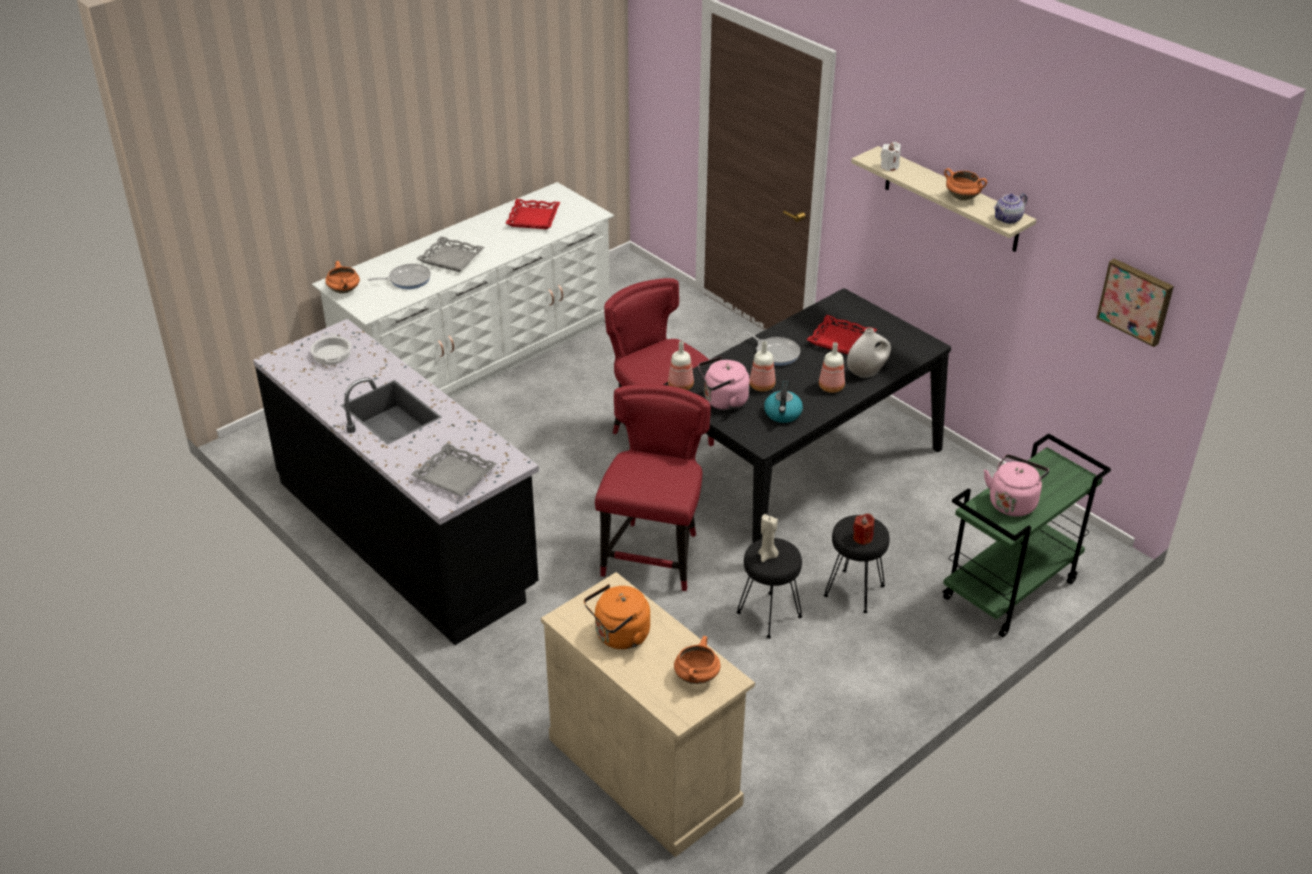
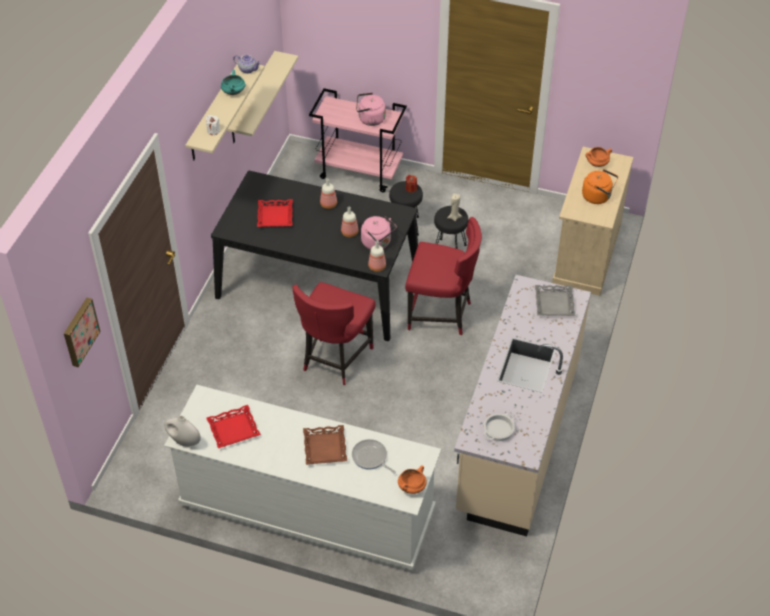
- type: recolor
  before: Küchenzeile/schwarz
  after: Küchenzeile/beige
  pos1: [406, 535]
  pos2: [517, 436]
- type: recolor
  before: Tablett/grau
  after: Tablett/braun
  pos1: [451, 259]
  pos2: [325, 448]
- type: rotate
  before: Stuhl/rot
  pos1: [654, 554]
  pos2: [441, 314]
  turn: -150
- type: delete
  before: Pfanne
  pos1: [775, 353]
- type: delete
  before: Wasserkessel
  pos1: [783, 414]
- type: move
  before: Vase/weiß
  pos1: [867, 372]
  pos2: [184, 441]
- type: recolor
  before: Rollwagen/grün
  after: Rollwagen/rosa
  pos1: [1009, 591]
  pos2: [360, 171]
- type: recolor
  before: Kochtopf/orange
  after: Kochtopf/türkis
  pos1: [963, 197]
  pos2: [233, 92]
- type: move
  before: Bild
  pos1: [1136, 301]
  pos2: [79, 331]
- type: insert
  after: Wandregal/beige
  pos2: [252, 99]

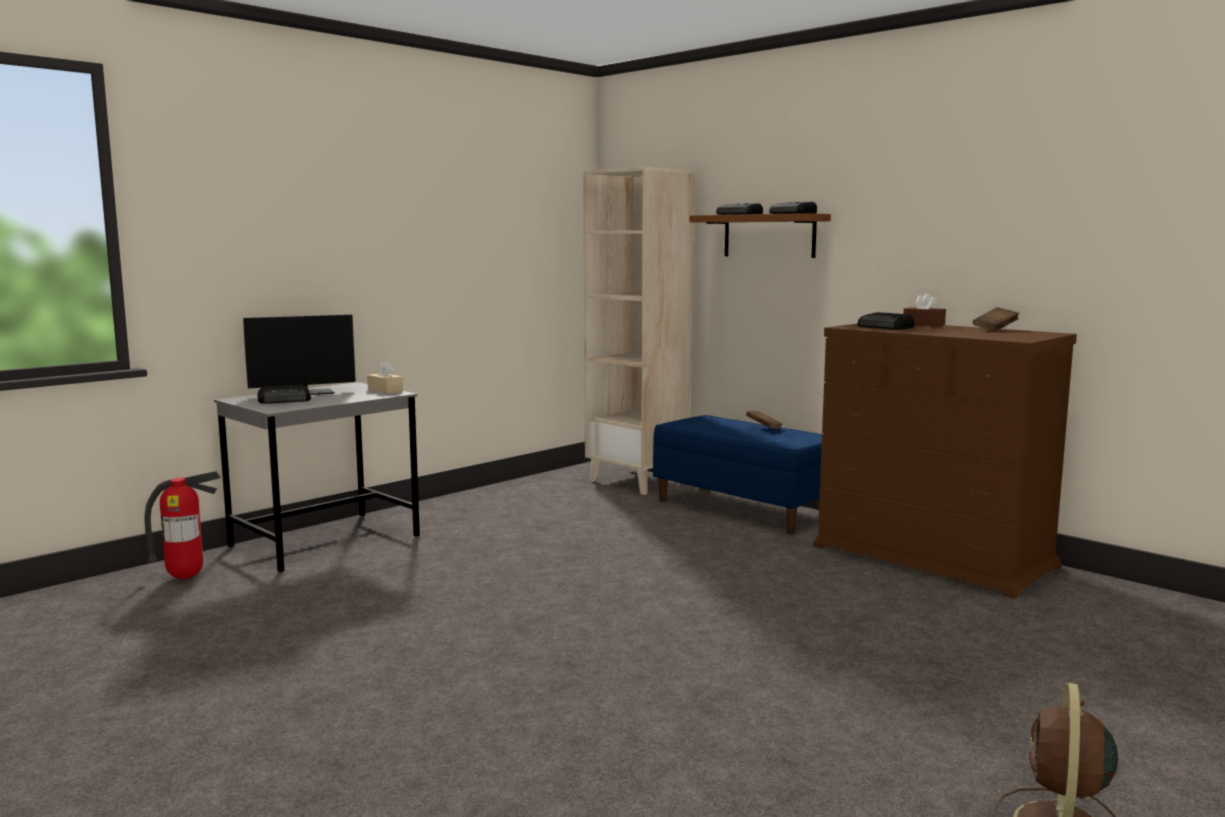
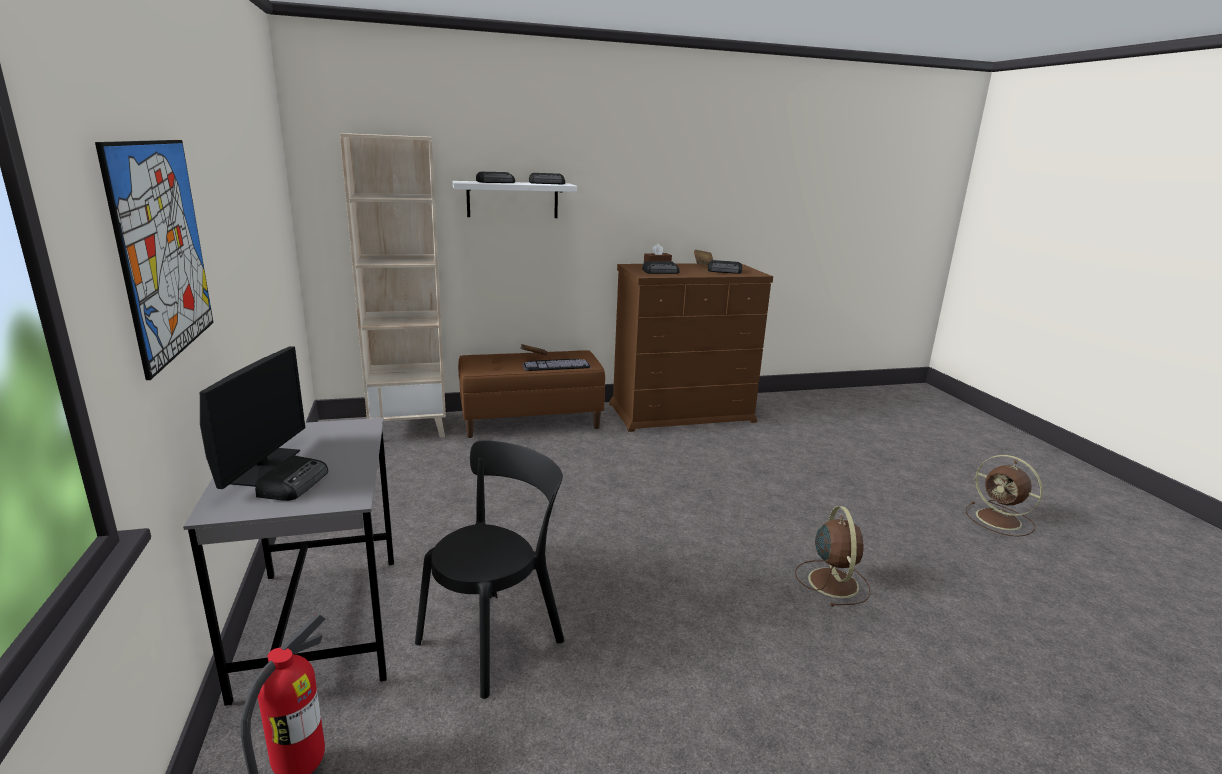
- type: delete
  before: Taschentuchbox/beige
  pos1: [385, 390]
- type: recolor
  before: Bank/blau
  after: Bank/braun
  pos1: [744, 509]
  pos2: [531, 421]
- type: recolor
  before: Wandregal/braun
  after: Wandregal/weiß
  pos1: [769, 236]
  pos2: [512, 200]
- type: insert
  after: Bild
  pos2: [163, 249]
- type: insert
  after: Stuhl/schwarz
  pos2: [495, 638]
- type: insert
  after: Tastatur
  pos2: [556, 365]
- type: insert
  after: Radio
  pos2: [725, 271]
- type: insert
  after: Ventilator/braun
  pos2: [832, 581]

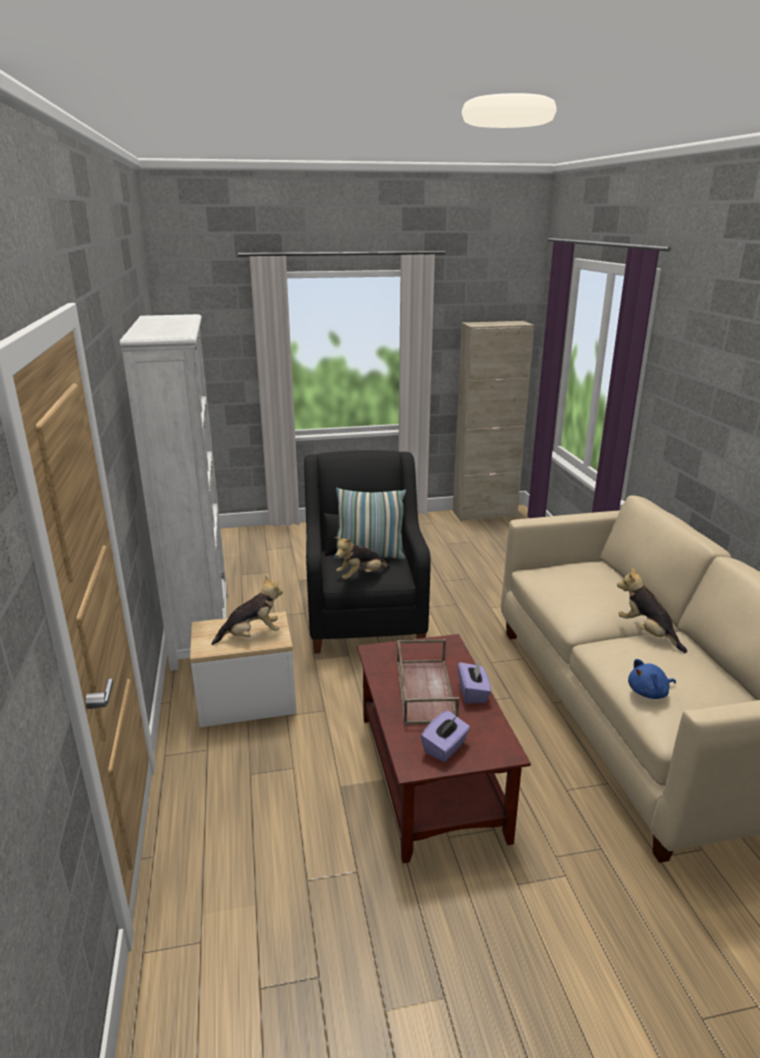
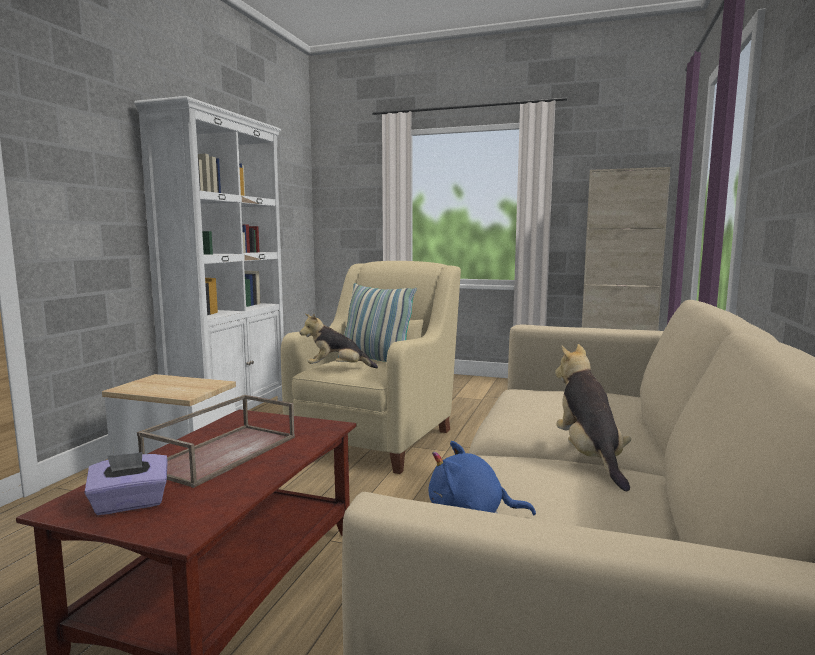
- type: delete
  before: Plüschtier
  pos1: [252, 635]
- type: recolor
  before: Sessel/schwarz
  after: Sessel/beige
  pos1: [365, 616]
  pos2: [377, 437]
- type: delete
  before: Taschentuchbox/lila
  pos1: [473, 693]

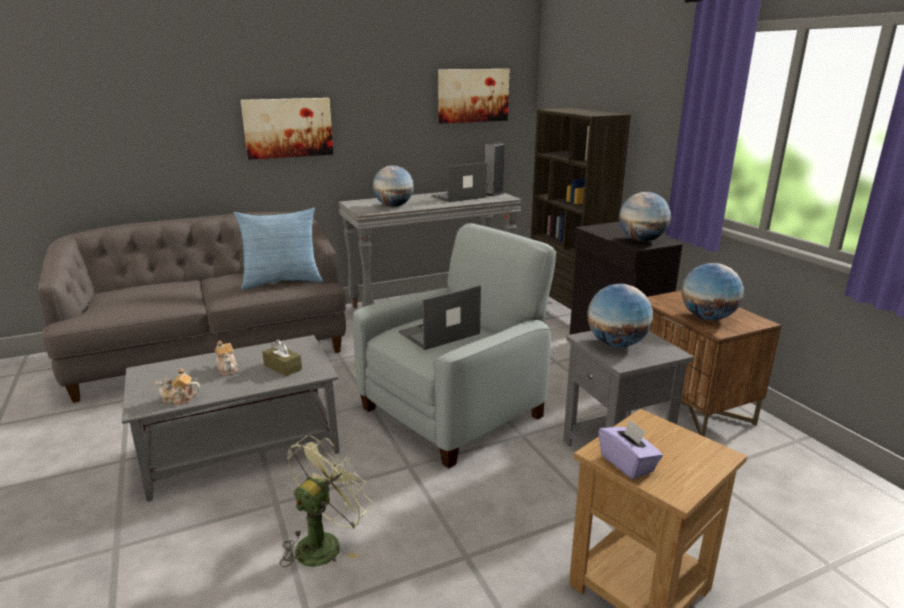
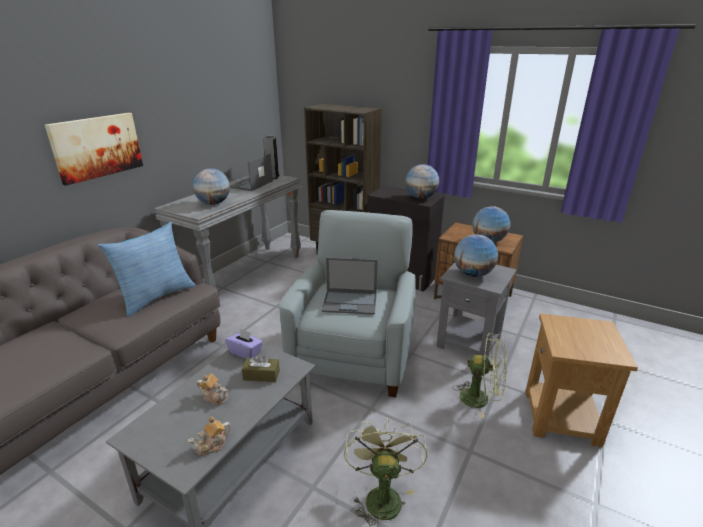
- type: rotate
  before: Laptop
  pos1: [438, 333]
  pos2: [350, 302]
  turn: -105
- type: delete
  before: Bild
  pos1: [473, 95]
- type: move
  before: Taschentuchbox/lila
  pos1: [627, 463]
  pos2: [245, 352]
- type: insert
  after: Ventilator/grün
  pos2: [481, 399]

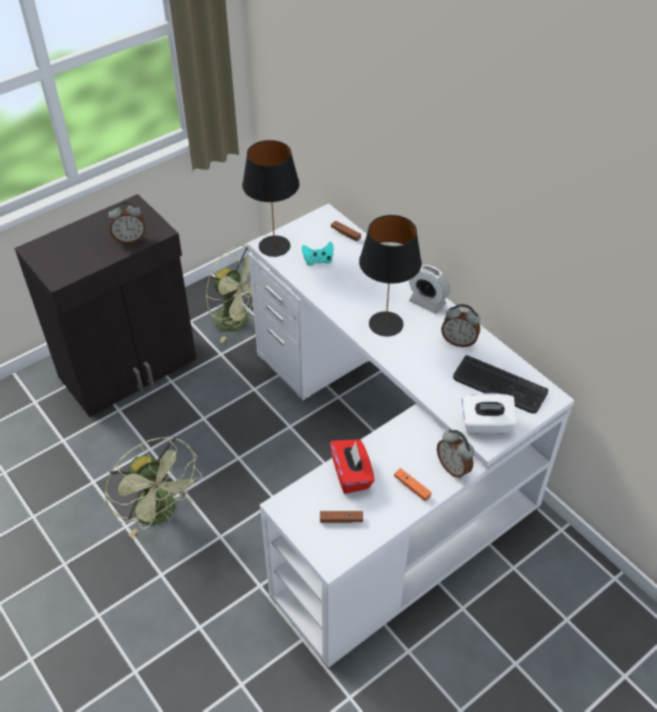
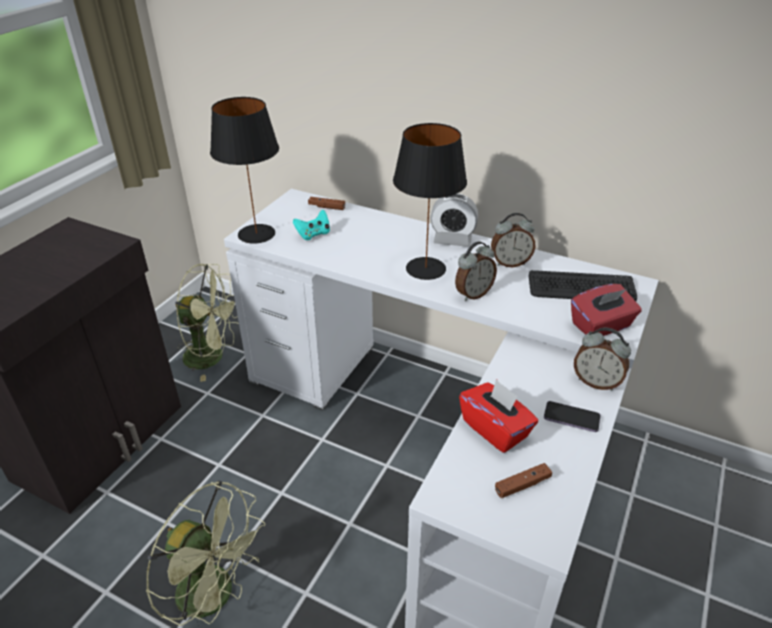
- type: move
  before: Wecker
  pos1: [130, 239]
  pos2: [473, 294]
- type: replace
  before: Gamepad/orange
  after: Handy
  pos1: [412, 487]
  pos2: [571, 418]
- type: recolor
  before: Taschentuchbox/weiß
  after: Taschentuchbox/rot
  pos1: [486, 425]
  pos2: [601, 326]

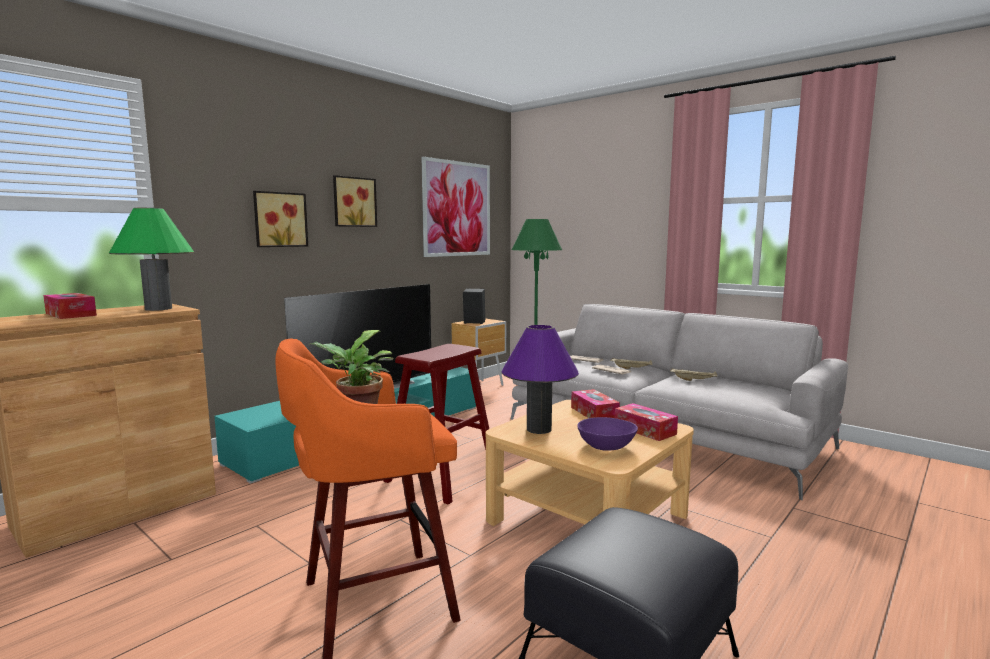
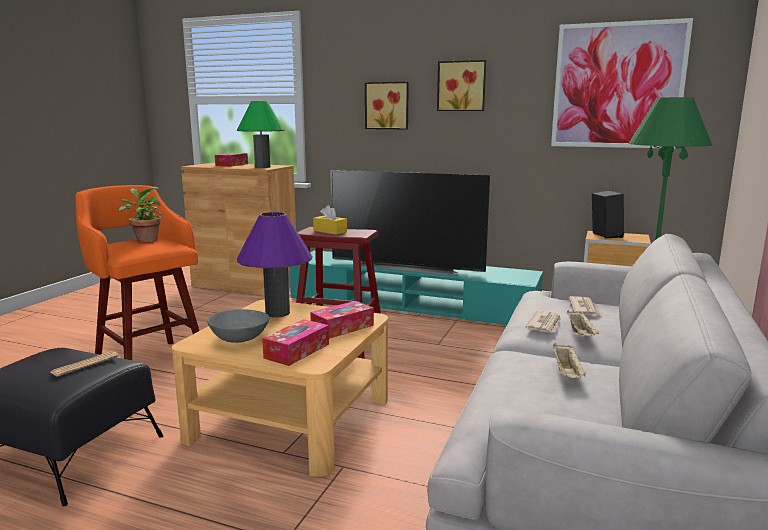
- type: recolor
  before: Schüssel/lila
  after: Schüssel/grau
  pos1: [607, 446]
  pos2: [239, 339]
- type: insert
  after: Zeitung
  pos2: [85, 364]
- type: insert
  after: Taschentuchbox/gelb
  pos2: [330, 231]

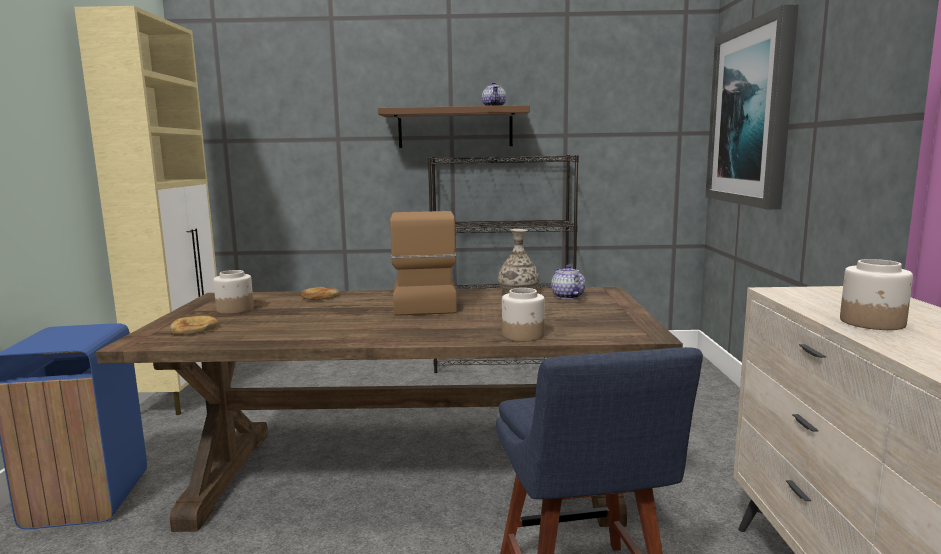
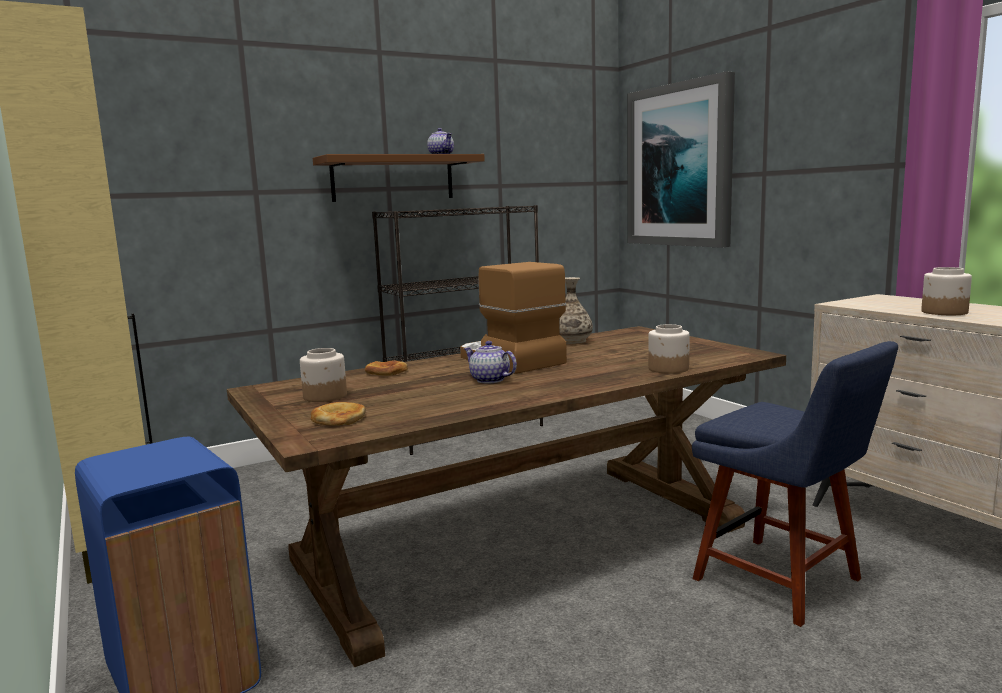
- type: move
  before: Teekanne
  pos1: [567, 296]
  pos2: [489, 380]

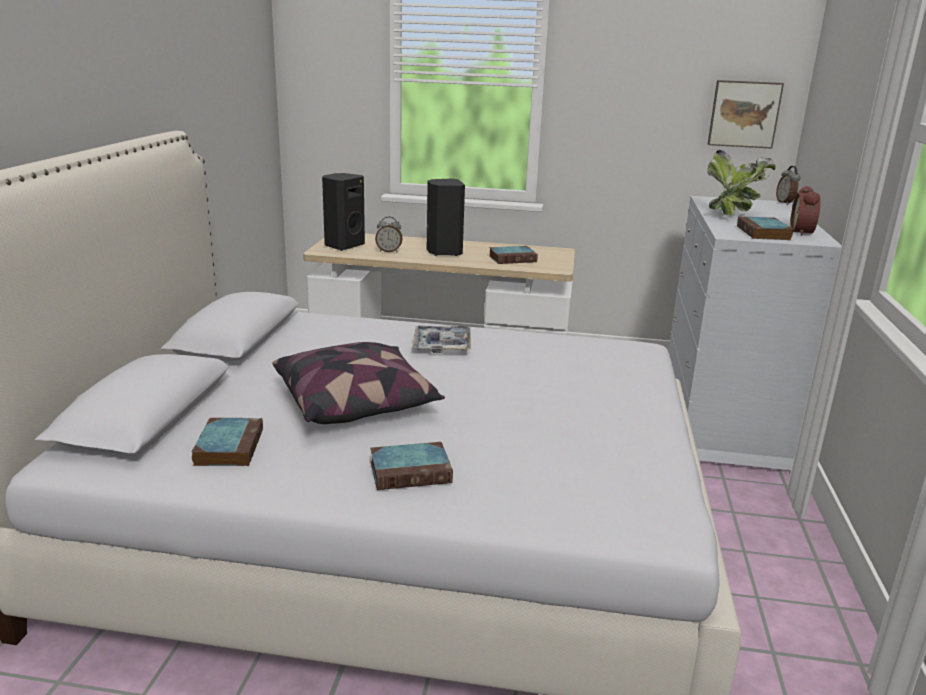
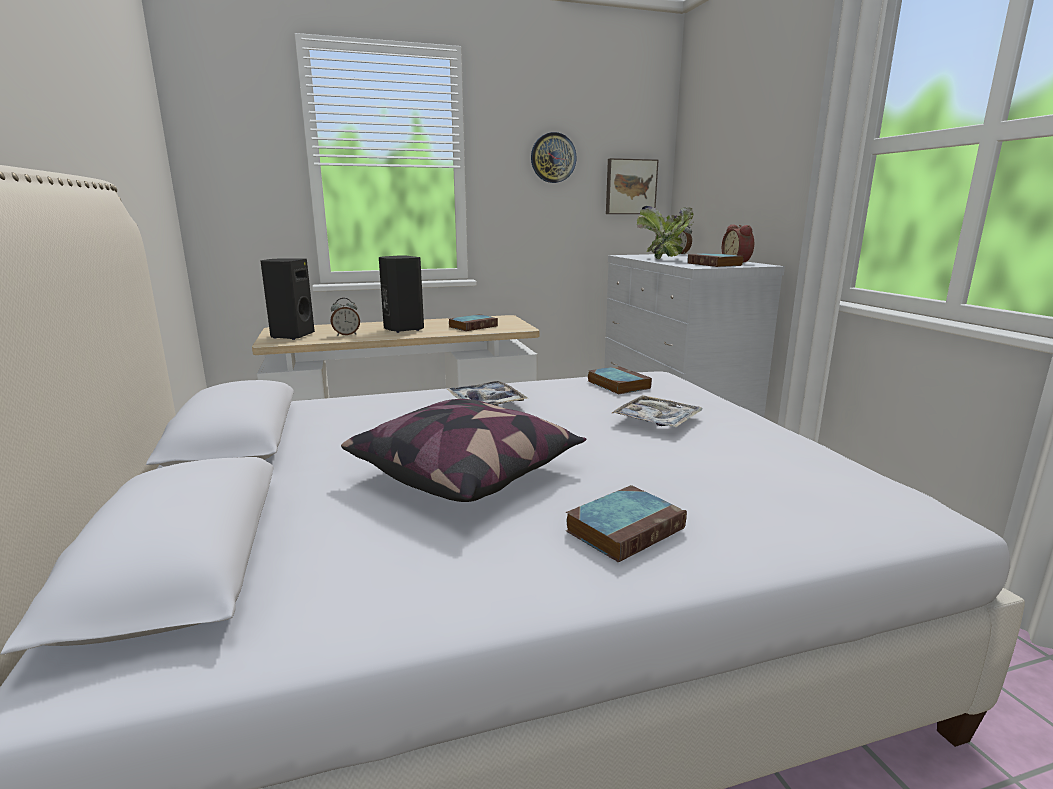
- type: move
  before: Buch
  pos1: [229, 446]
  pos2: [617, 384]
- type: insert
  after: Wanduhr
  pos2: [553, 158]
- type: insert
  after: Tablett
  pos2: [657, 420]

